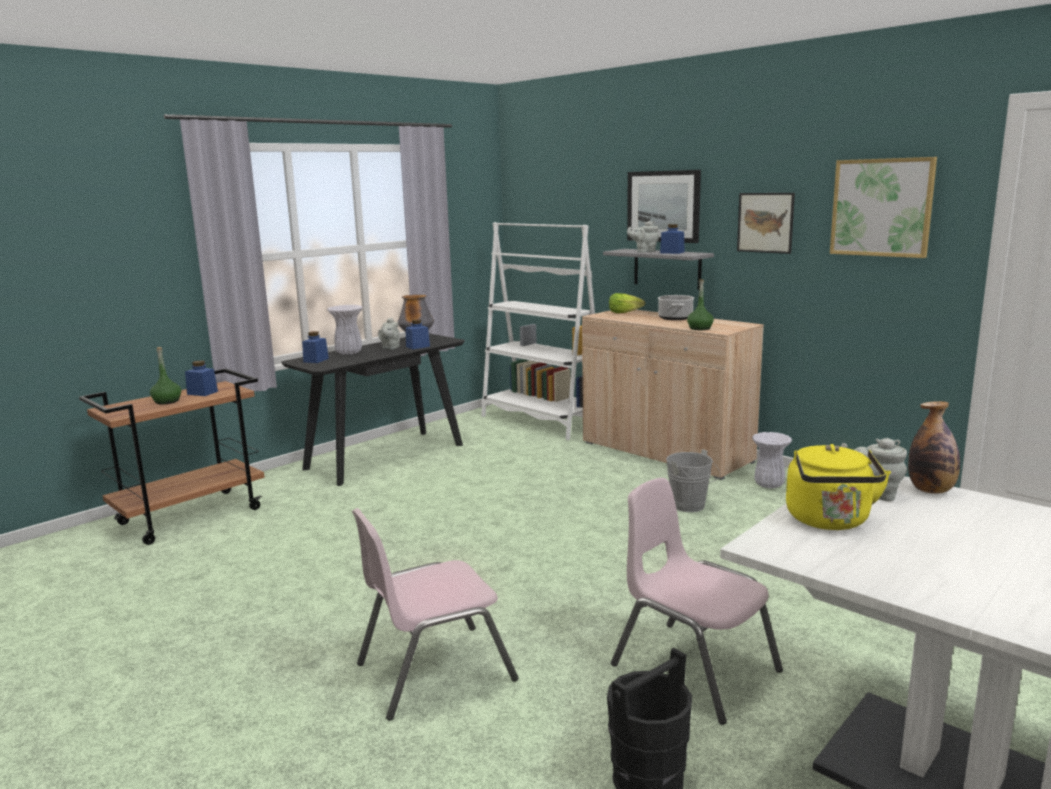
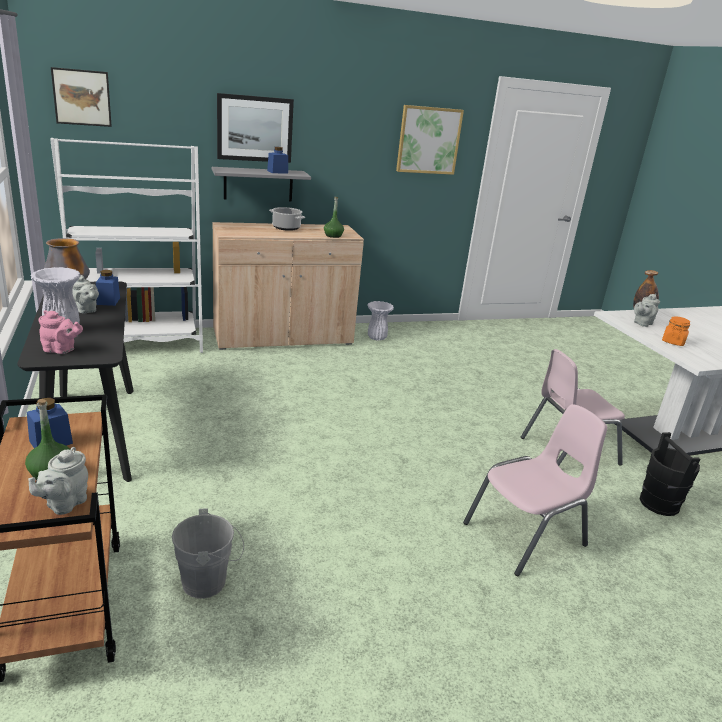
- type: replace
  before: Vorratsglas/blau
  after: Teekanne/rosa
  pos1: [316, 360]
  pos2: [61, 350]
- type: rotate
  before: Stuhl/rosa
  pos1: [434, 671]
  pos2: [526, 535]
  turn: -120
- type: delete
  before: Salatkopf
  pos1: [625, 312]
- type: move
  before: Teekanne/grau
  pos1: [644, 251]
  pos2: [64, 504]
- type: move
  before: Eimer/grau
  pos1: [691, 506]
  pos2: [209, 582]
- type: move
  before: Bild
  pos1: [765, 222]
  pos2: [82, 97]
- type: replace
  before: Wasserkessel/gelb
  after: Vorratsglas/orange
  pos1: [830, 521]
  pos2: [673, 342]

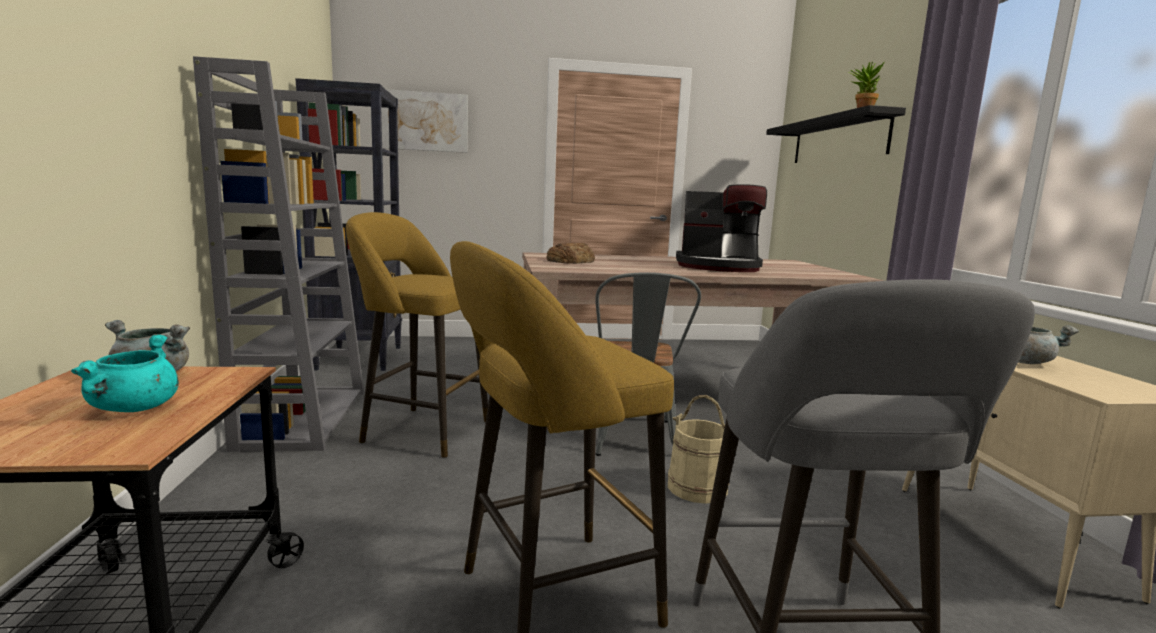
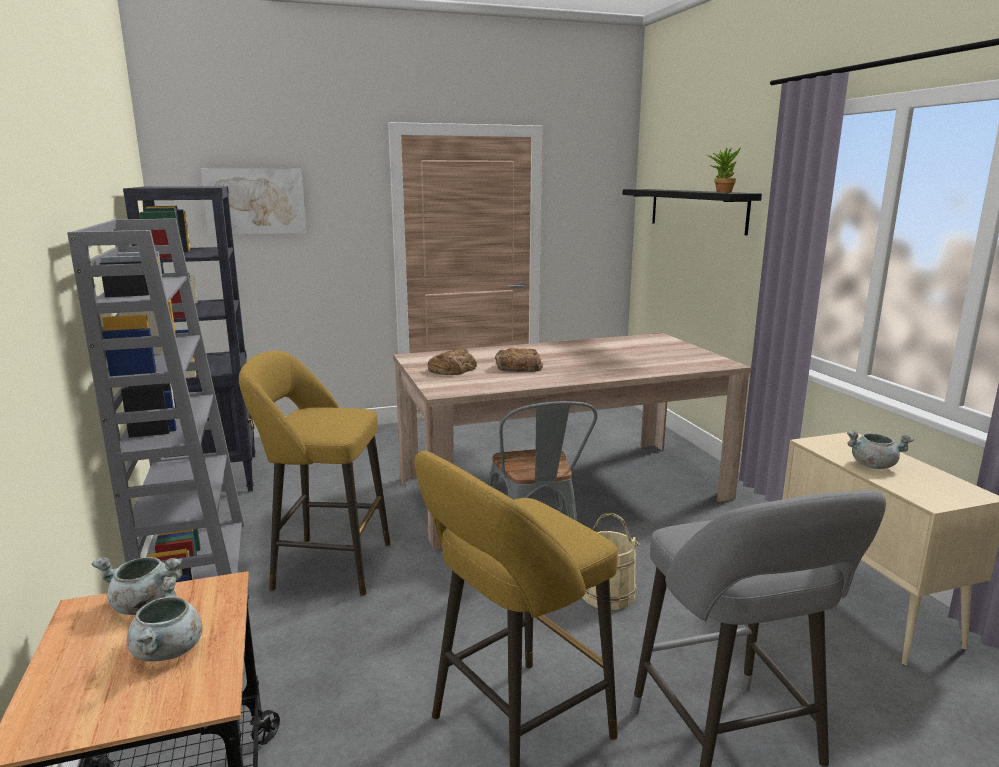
- type: recolor
  before: Kochtopf/türkis
  after: Kochtopf/grau
  pos1: [134, 408]
  pos2: [168, 651]
- type: delete
  before: Kaffeemaschine
  pos1: [718, 267]
- type: insert
  after: Brot
  pos2: [518, 367]

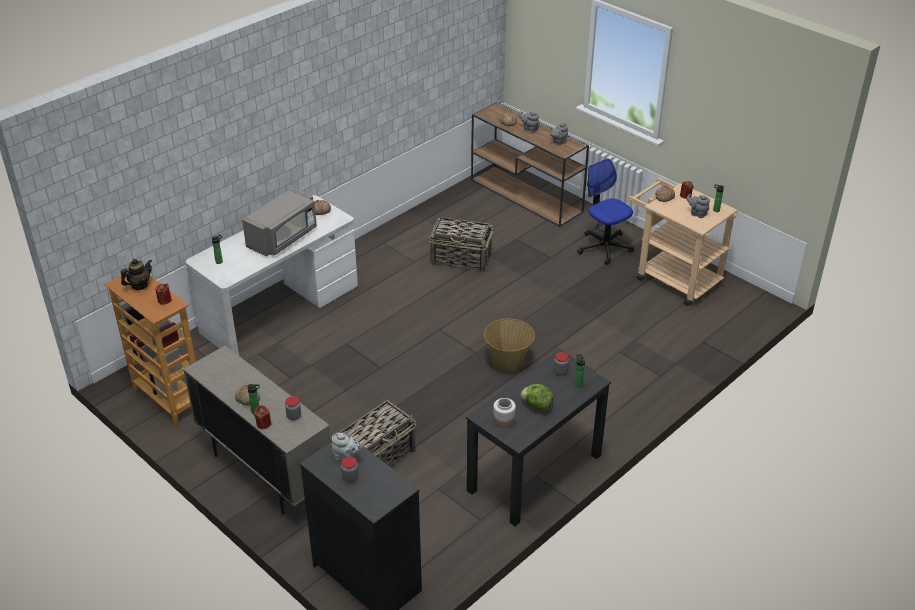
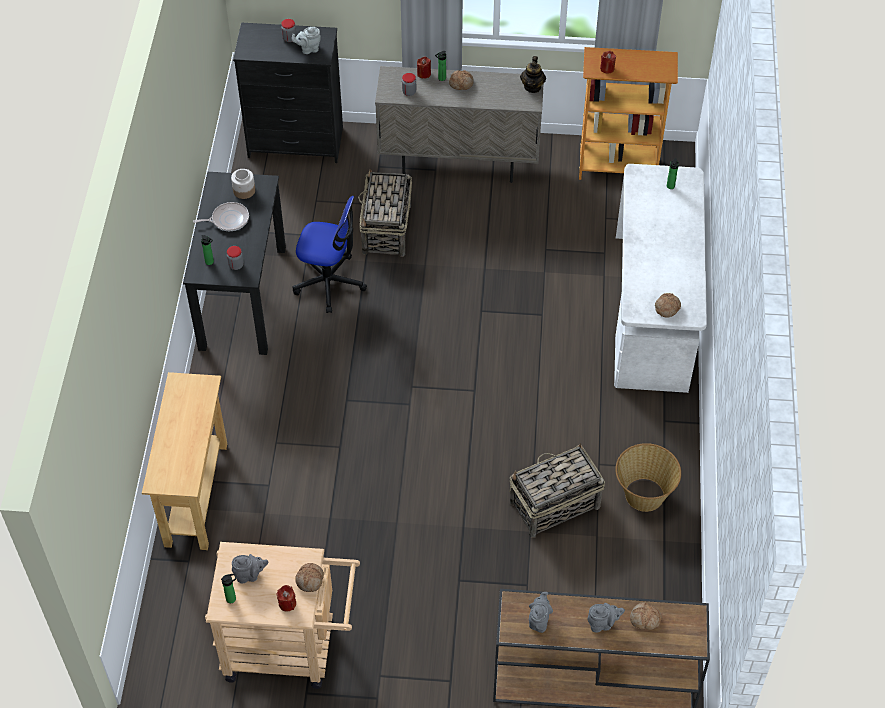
- type: move
  before: Teekanne
  pos1: [139, 285]
  pos2: [532, 87]
- type: delete
  before: Mikrowelle/grau
  pos1: [283, 238]
- type: move
  before: Korb
  pos1: [508, 361]
  pos2: [643, 495]
- type: replace
  before: Salatkopf
  after: Pfanne
  pos1: [537, 405]
  pos2: [228, 219]
- type: move
  before: Bürostuhl
  pos1: [604, 247]
  pos2: [329, 282]
- type: insert
  after: Konsolentisch/beige
  pos2: [196, 494]

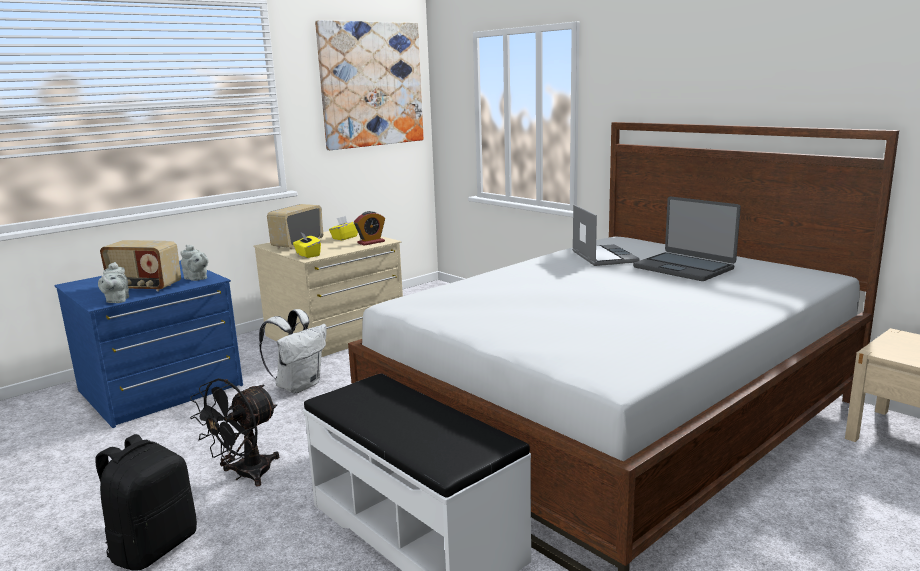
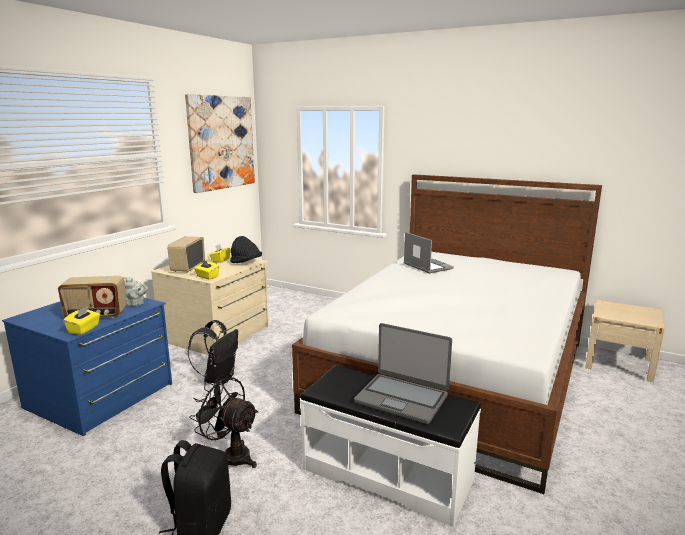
- type: replace
  before: Teekanne/grau
  after: Taschentuchbox/gelb
  pos1: [117, 300]
  pos2: [84, 329]
- type: rotate
  before: Ventilator/schwarz
  pos1: [245, 475]
  pos2: [231, 456]
  turn: 105
- type: recolor
  before: Rucksack/weiß
  after: Rucksack/schwarz
  pos1: [299, 386]
  pos2: [219, 378]
- type: replace
  before: Wecker
  after: Hut/schwarz
  pos1: [371, 242]
  pos2: [246, 263]
- type: move
  before: Laptop
  pos1: [684, 268]
  pos2: [402, 398]

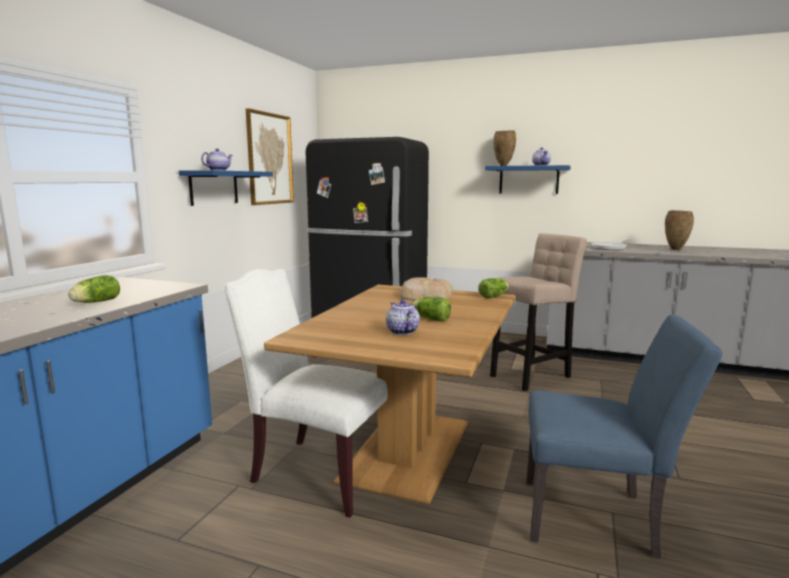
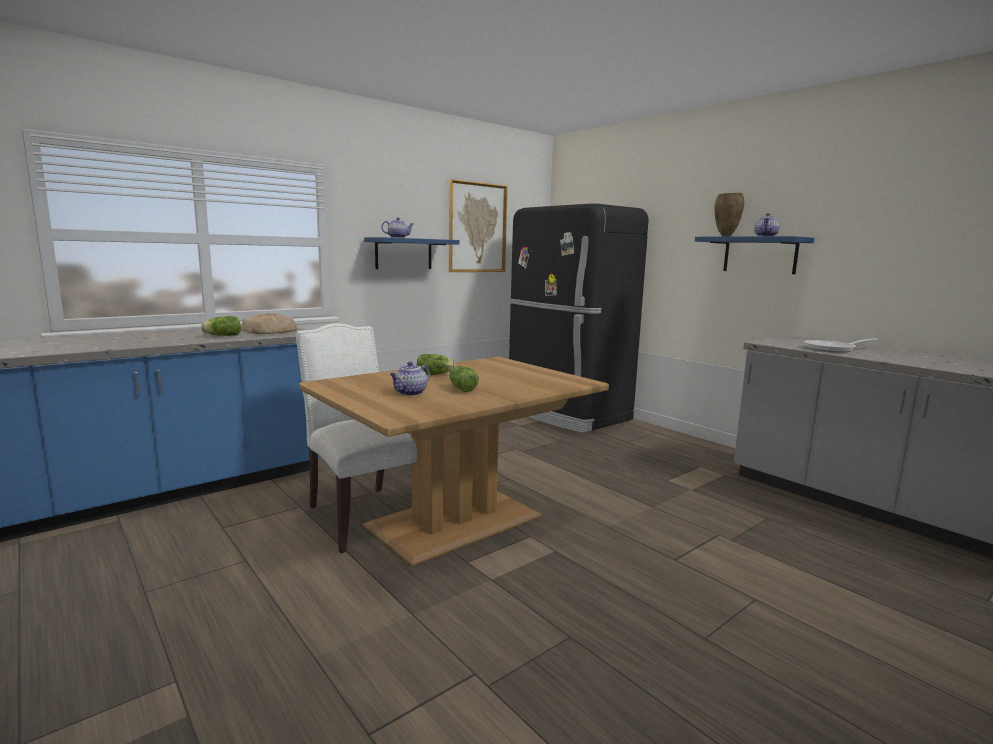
- type: rotate
  before: Teekanne
  pos1: [401, 331]
  pos2: [410, 393]
  turn: -150
- type: move
  before: Brot
  pos1: [425, 296]
  pos2: [269, 330]
- type: move
  before: Salatkopf
  pos1: [494, 296]
  pos2: [436, 374]
- type: delete
  before: Hocker/beige
  pos1: [533, 375]
- type: delete
  before: Stuhl/blau
  pos1: [599, 518]
- type: delete
  before: Vase/braun
  pos1: [676, 249]

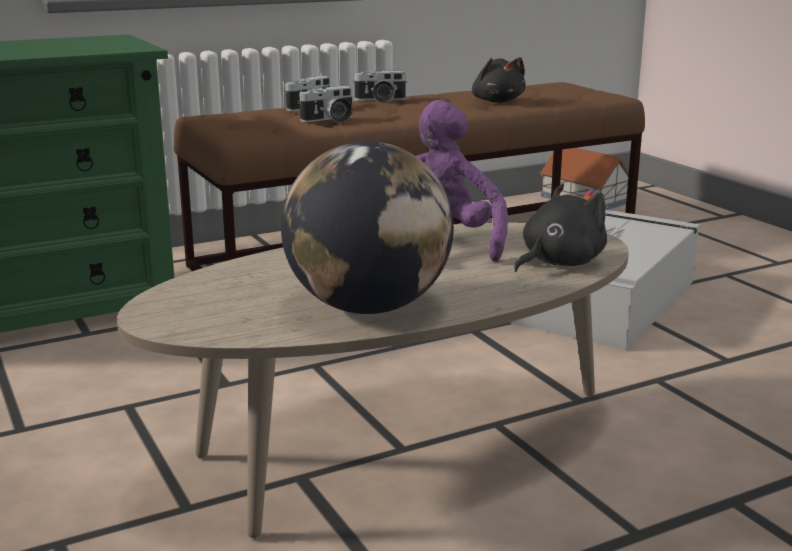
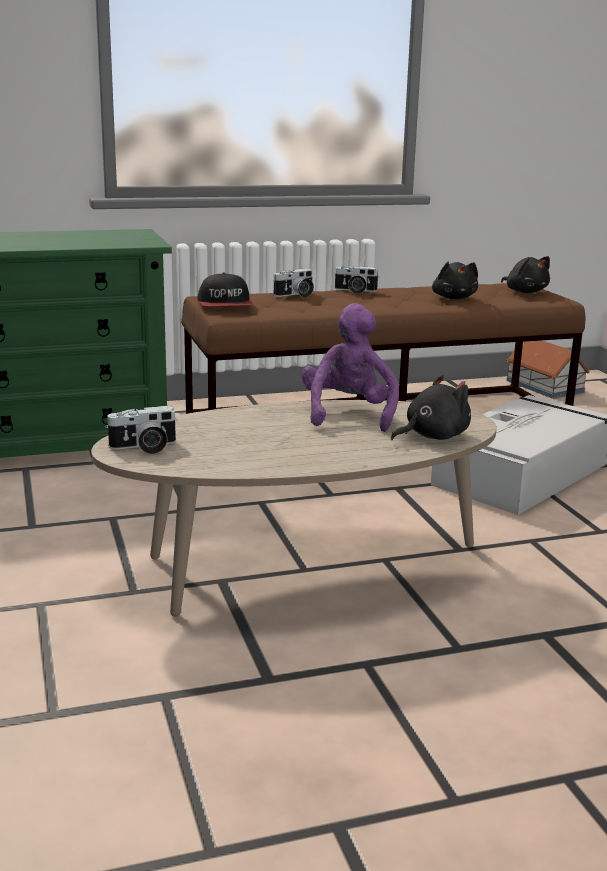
- type: delete
  before: Globus
  pos1: [368, 307]
- type: move
  before: Kamera
  pos1: [330, 120]
  pos2: [144, 448]
- type: insert
  after: Kappe
  pos2: [225, 305]
- type: insert
  after: Plüschtier/schwarz
  pos2: [525, 292]

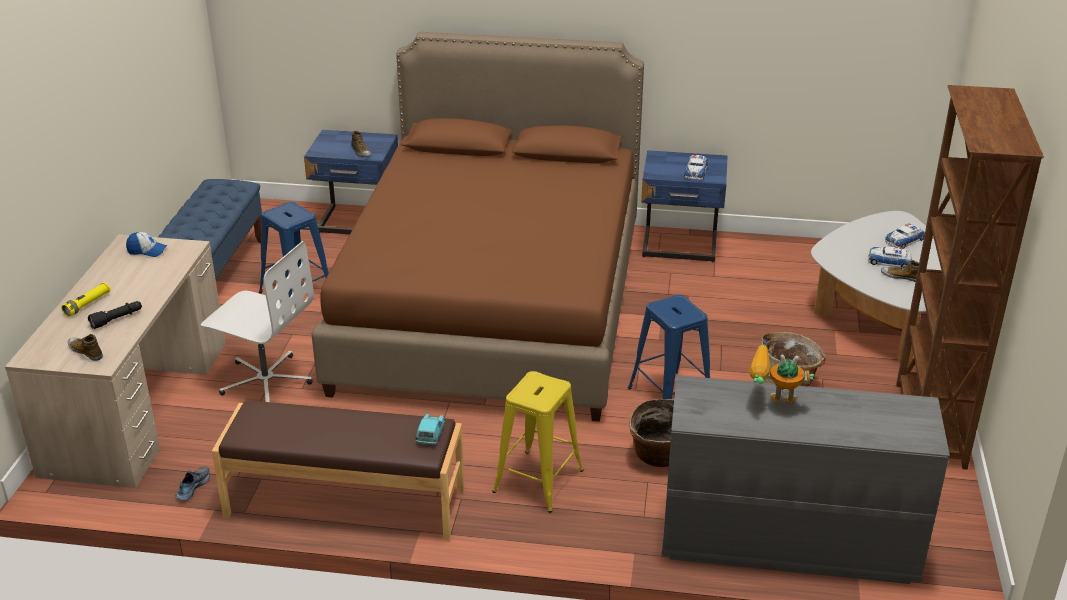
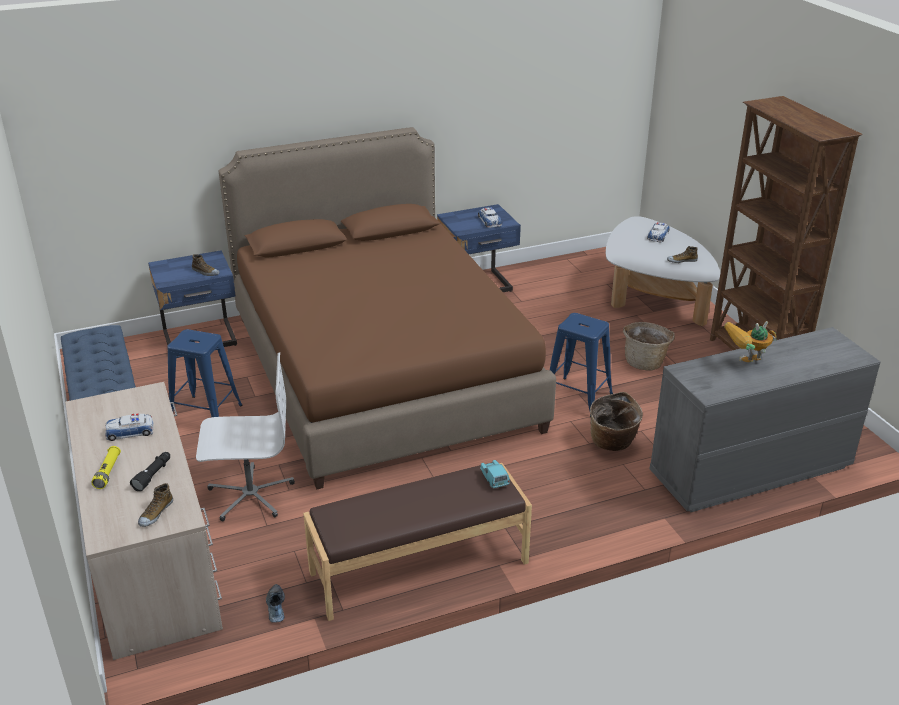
- type: rotate
  before: Schuh
  pos1: [86, 351]
  pos2: [155, 513]
  turn: -75
- type: delete
  before: Kappe
  pos1: [147, 251]
- type: delete
  before: Hocker/gelb
  pos1: [538, 481]
- type: move
  before: Spielzeugauto
  pos1: [889, 262]
  pos2: [130, 431]

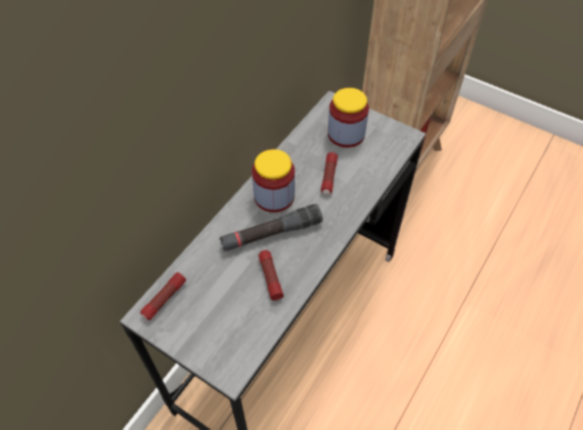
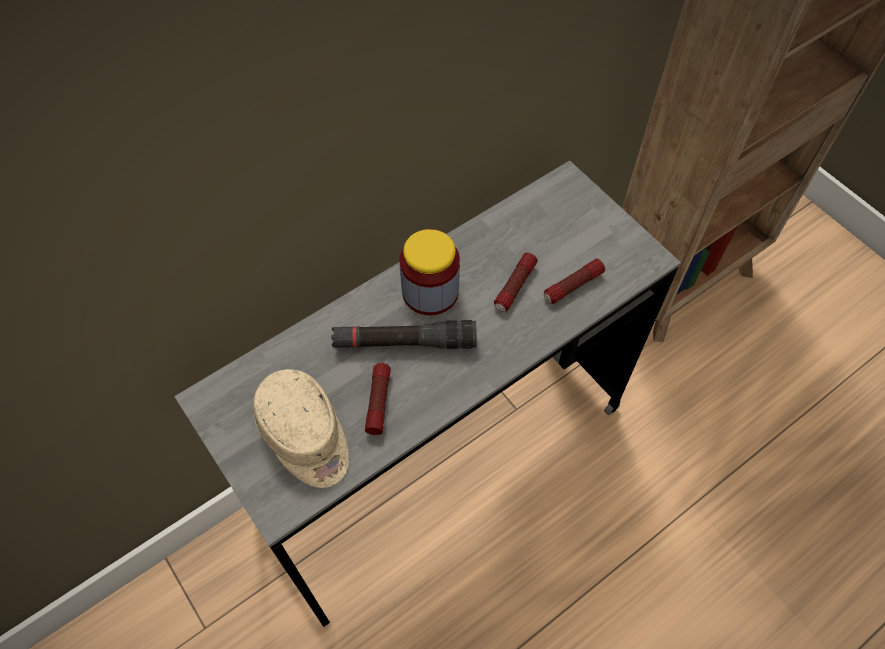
- type: move
  before: Taschenlampe
  pos1: [164, 299]
  pos2: [573, 286]
- type: delete
  before: Vorratsglas
  pos1: [346, 134]
- type: insert
  after: Kappe/beige
  pos2: [306, 437]

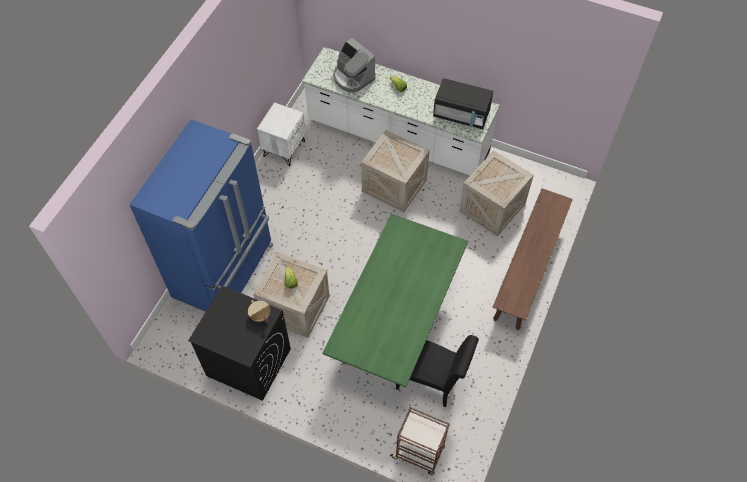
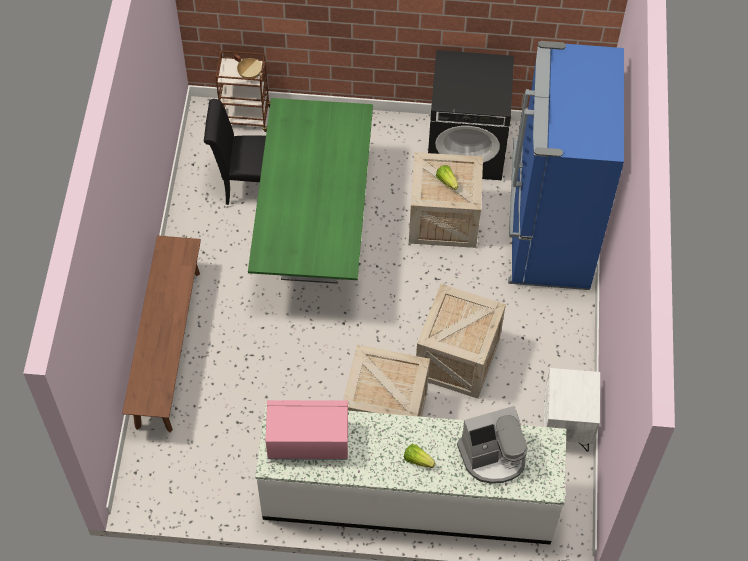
- type: move
  before: Kochtopf/beige
  pos1: [260, 316]
  pos2: [250, 74]
- type: rotate
  before: Kaffeemaschine
  pos1: [353, 77]
  pos2: [493, 456]
  turn: 135
- type: recolor
  before: Mikrowelle/schwarz
  after: Mikrowelle/rosa
  pos1: [461, 114]
  pos2: [307, 440]
- type: move
  before: Kiste
  pos1: [492, 206]
  pos2: [458, 360]

